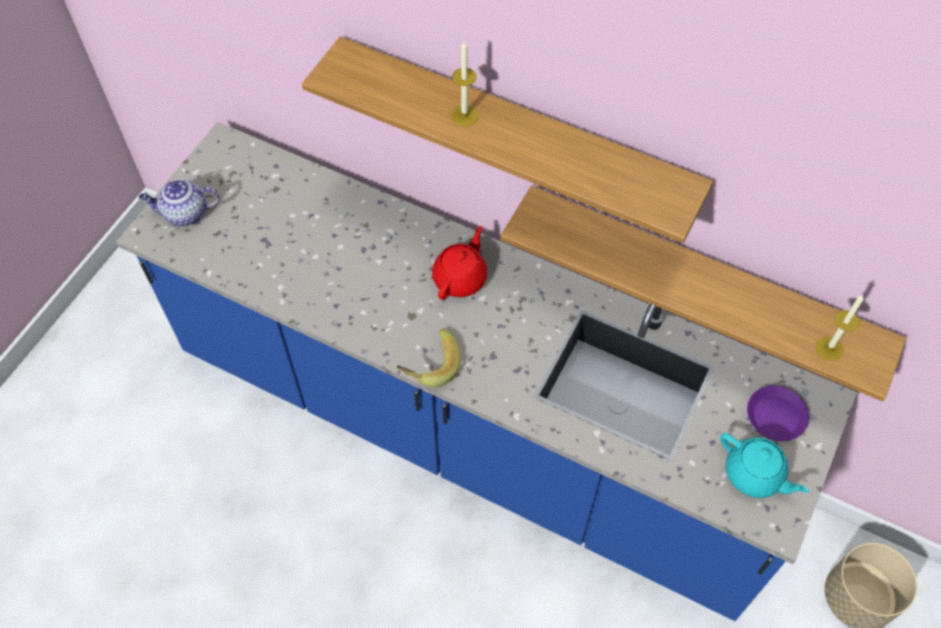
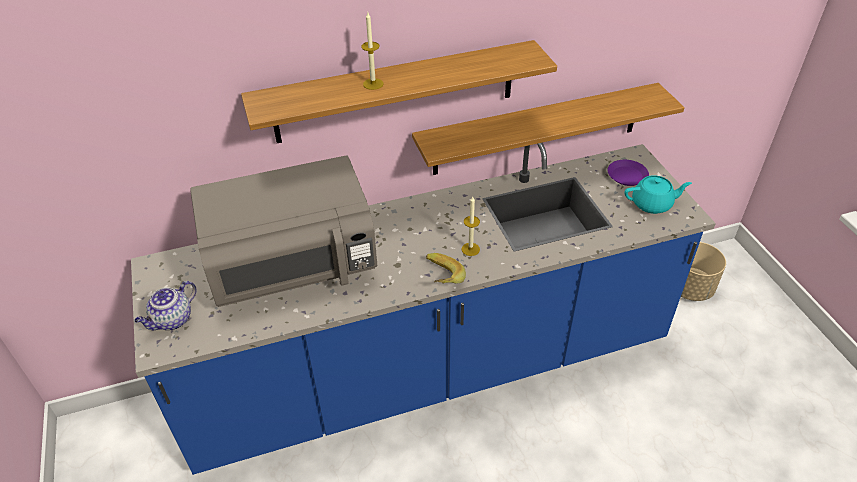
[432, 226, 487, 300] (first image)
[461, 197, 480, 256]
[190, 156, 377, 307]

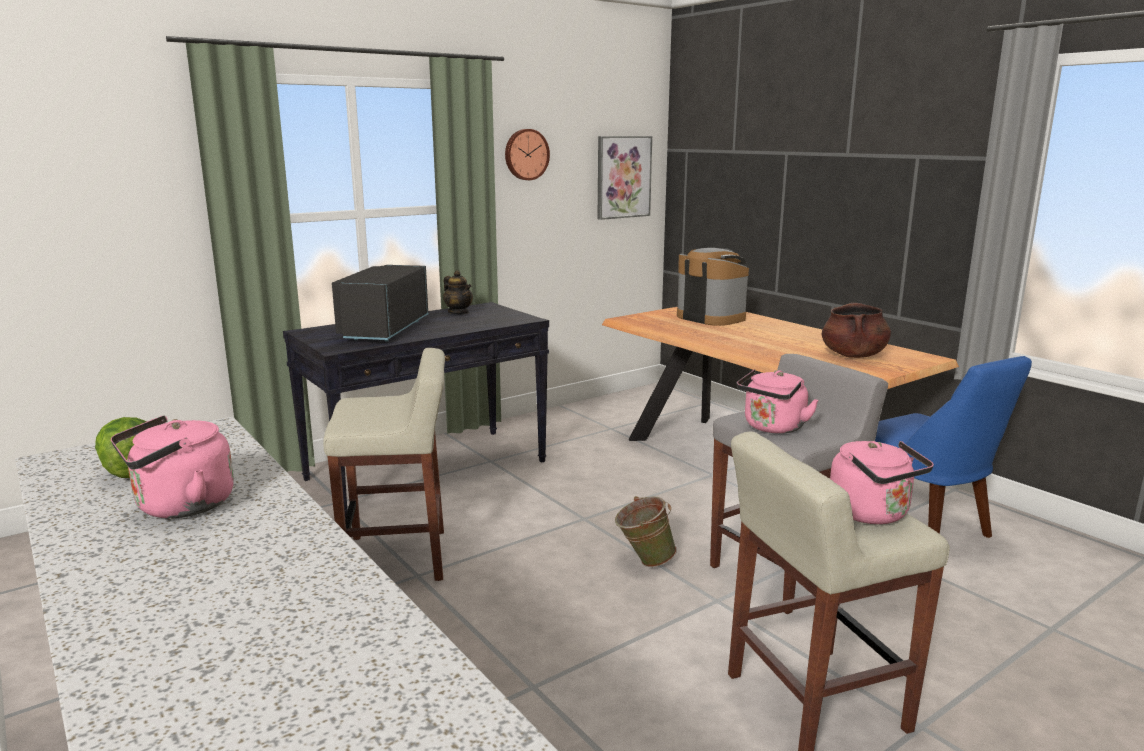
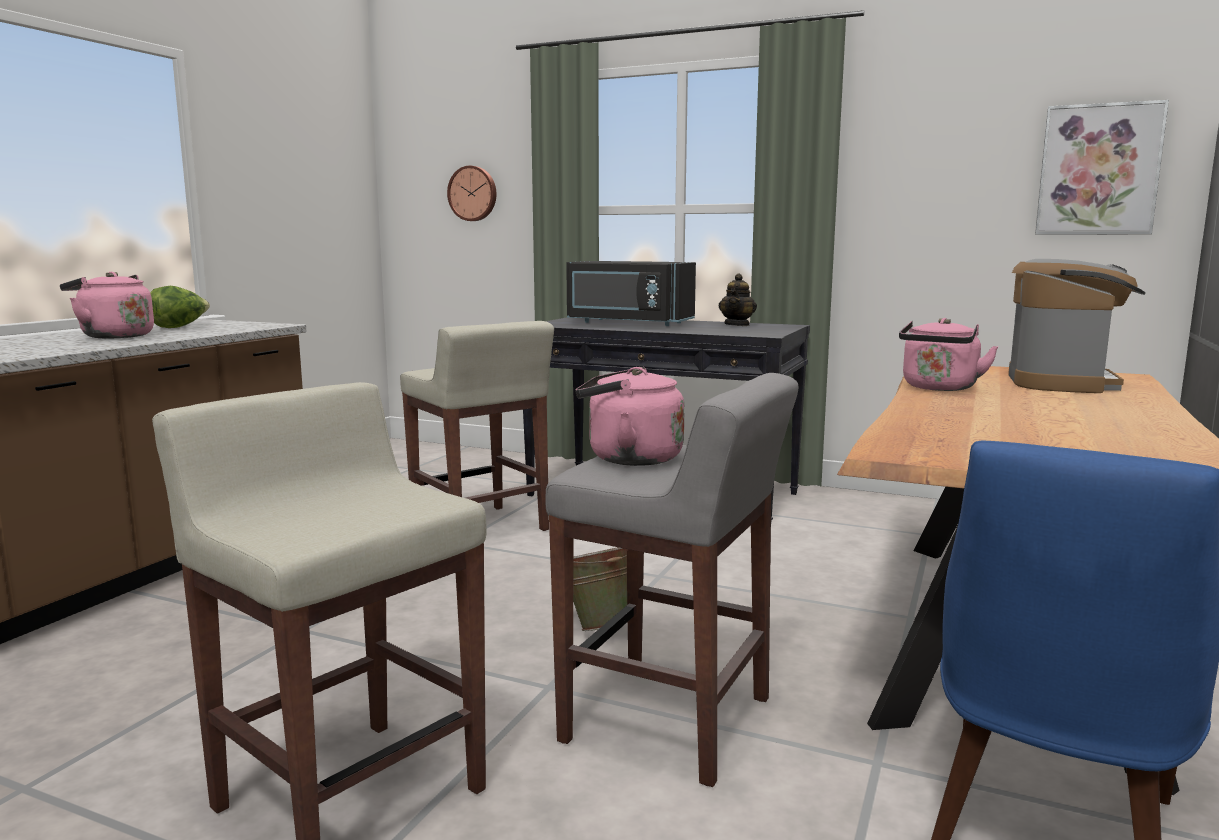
[566, 261, 696, 326]
[447, 166, 496, 221]
[822, 303, 891, 358] (first image)
[899, 318, 999, 391]

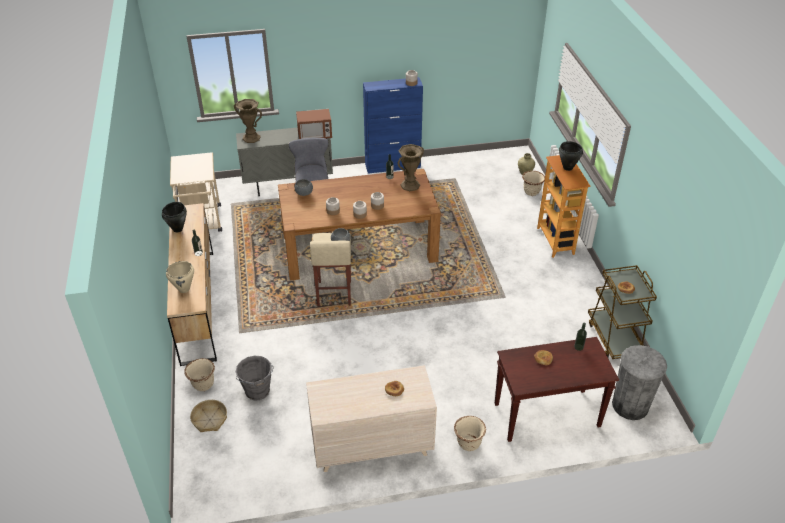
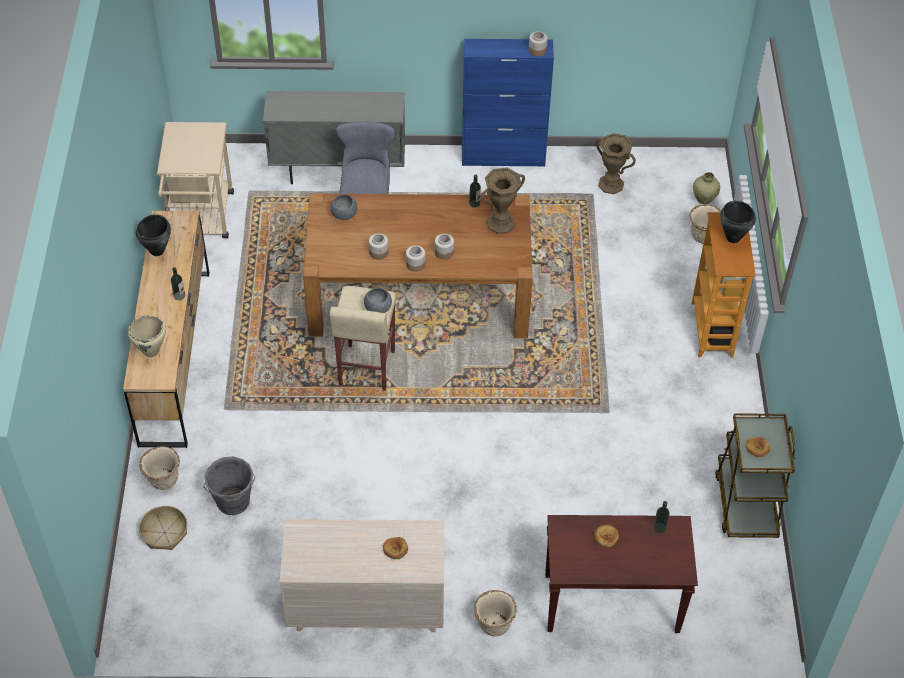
[595, 133, 636, 194]
[296, 109, 332, 139] (first image)
[612, 345, 667, 420] (first image)

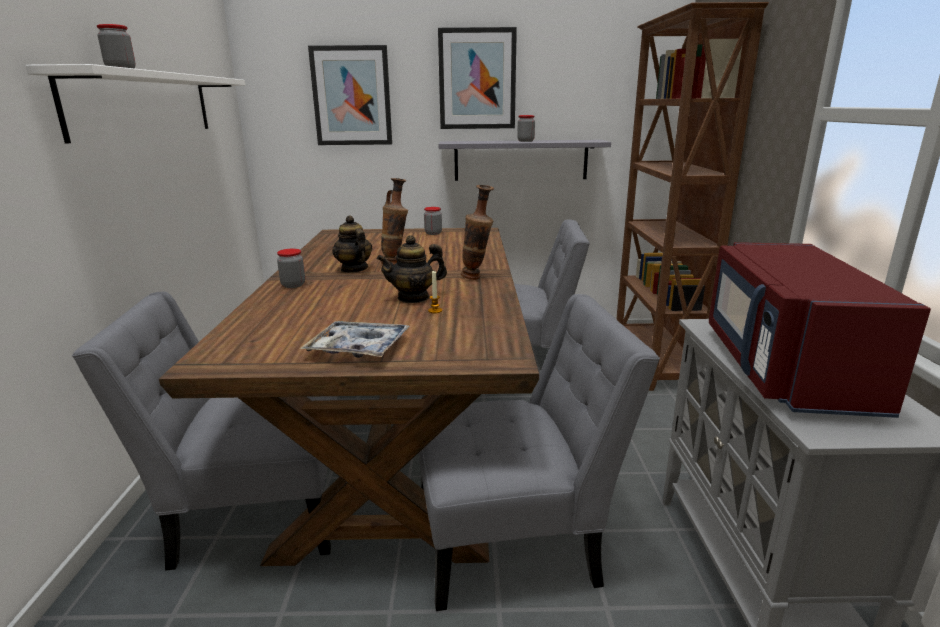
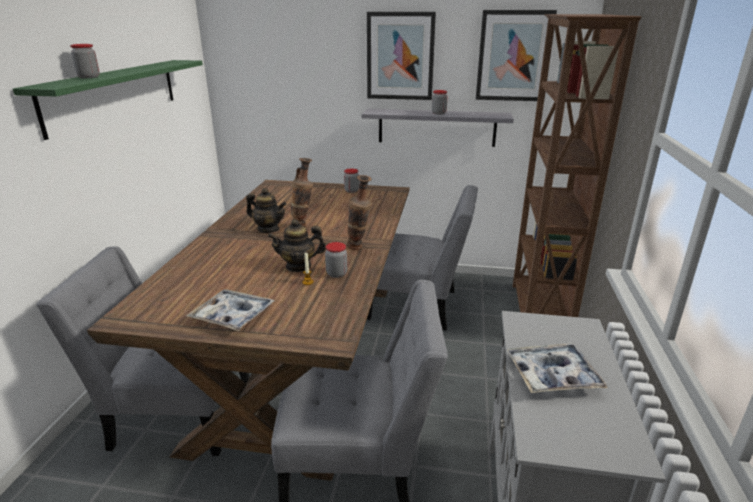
[13, 60, 203, 140]
[325, 242, 348, 278]
[476, 10, 557, 101]
[246, 188, 287, 233]
[507, 343, 608, 393]

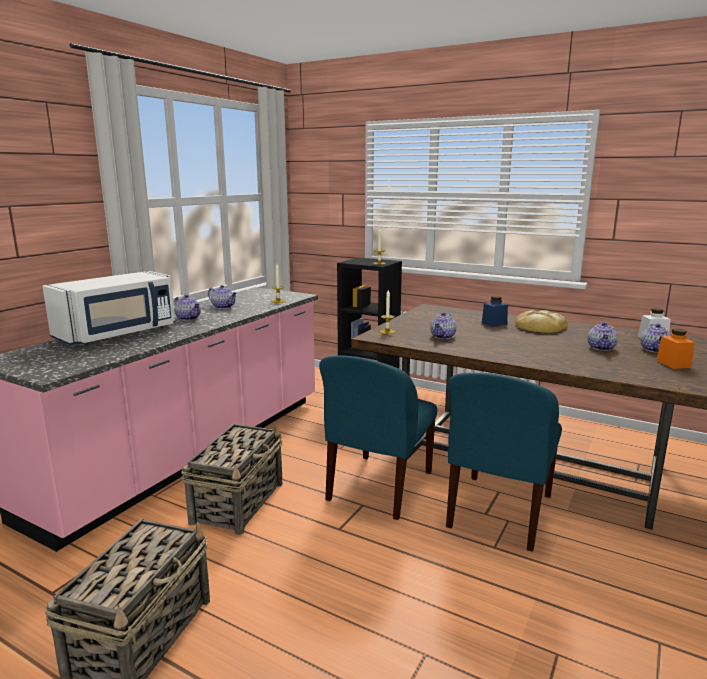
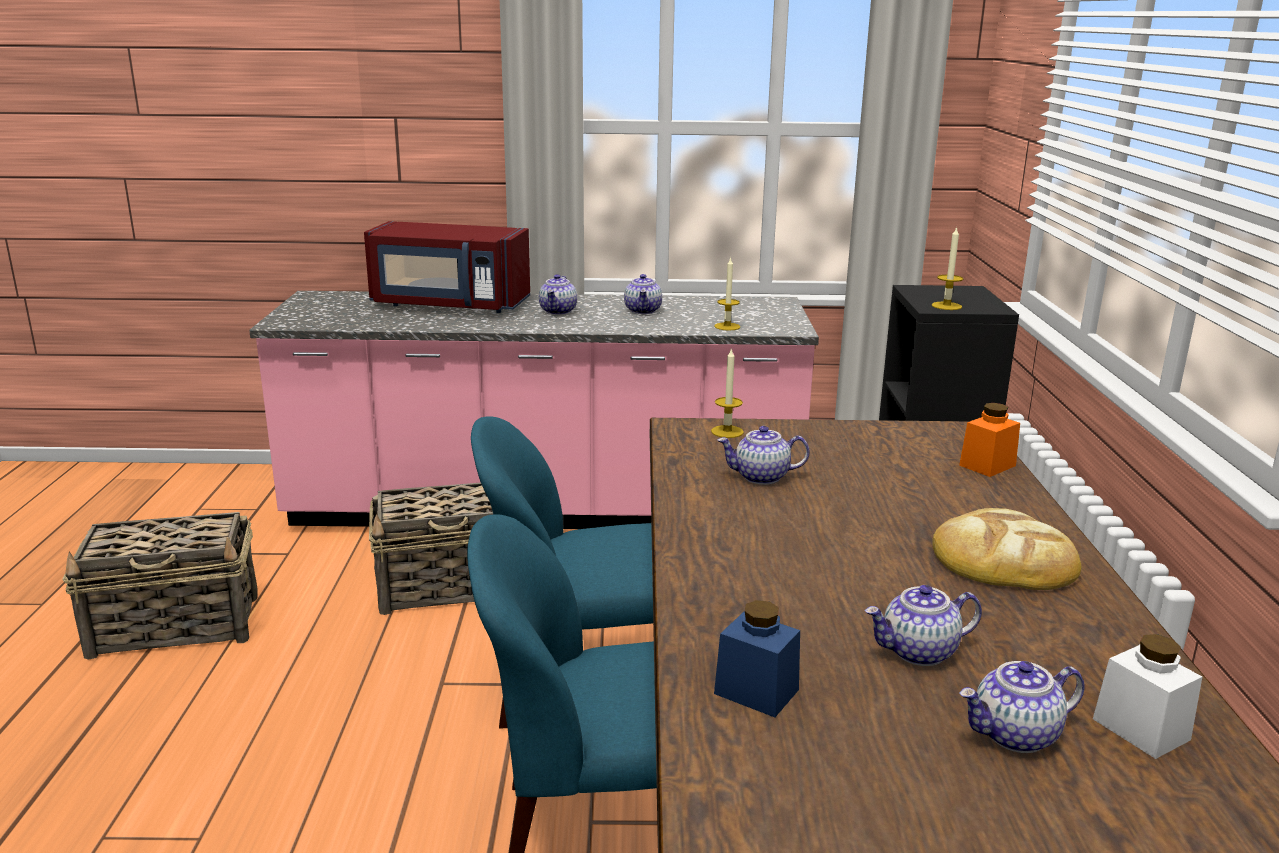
[364, 221, 530, 313]
[714, 600, 800, 717]
[959, 403, 1020, 477]

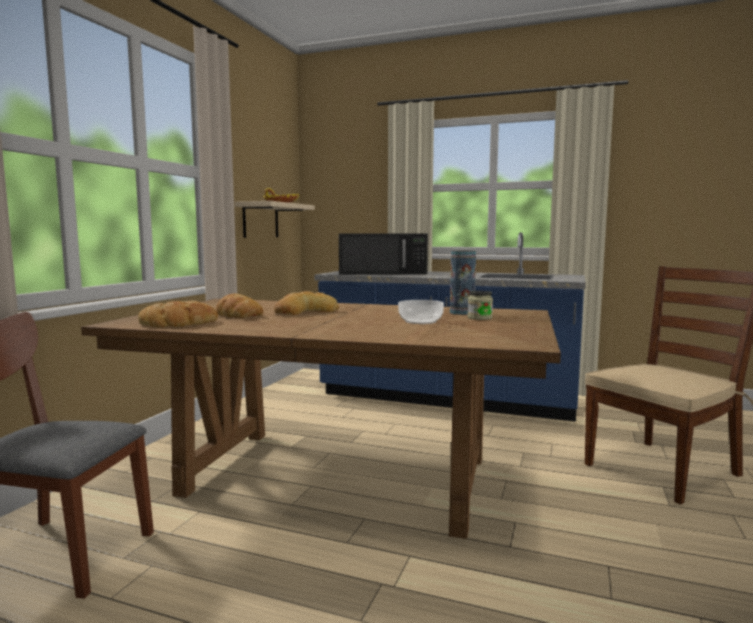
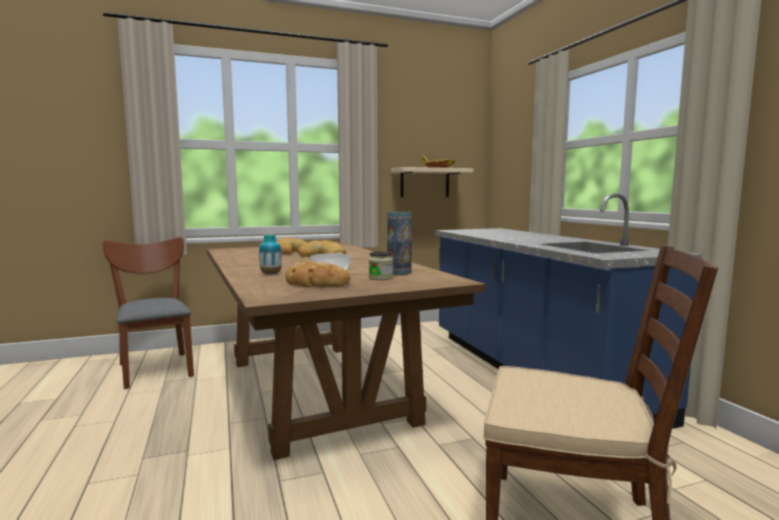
[285, 261, 351, 287]
[339, 233, 428, 275] (first image)
[259, 235, 282, 275]

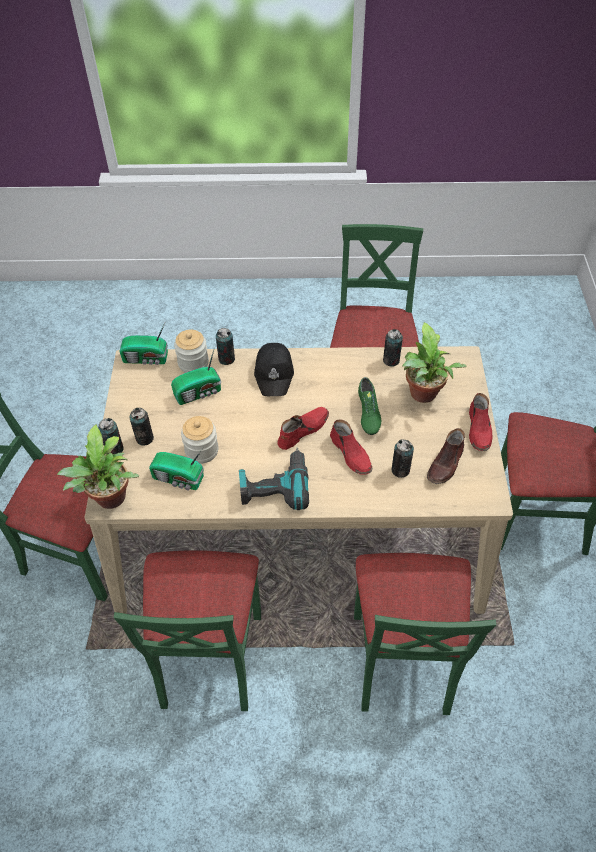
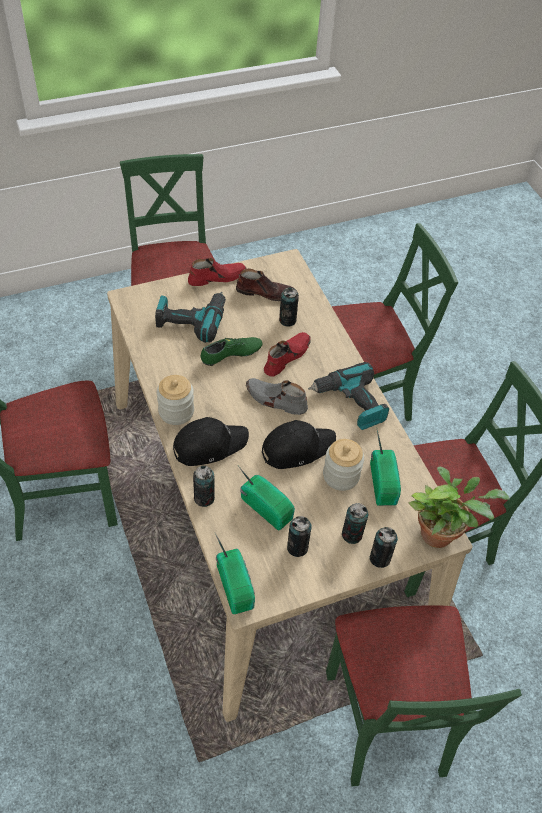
[157, 375, 194, 425]
[246, 378, 308, 415]
[287, 516, 312, 557]
[155, 292, 226, 343]
[262, 420, 336, 469]

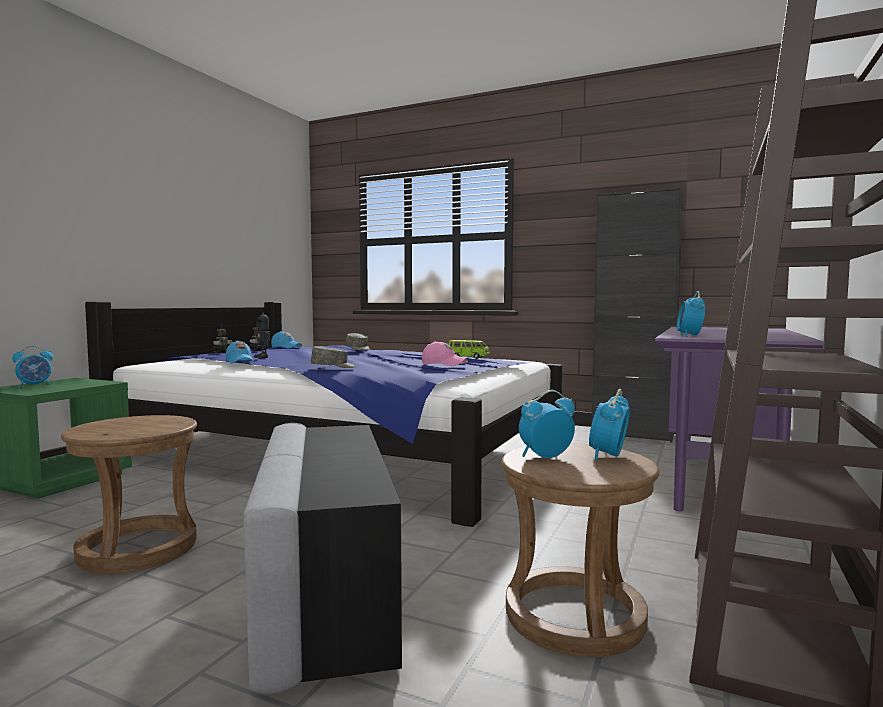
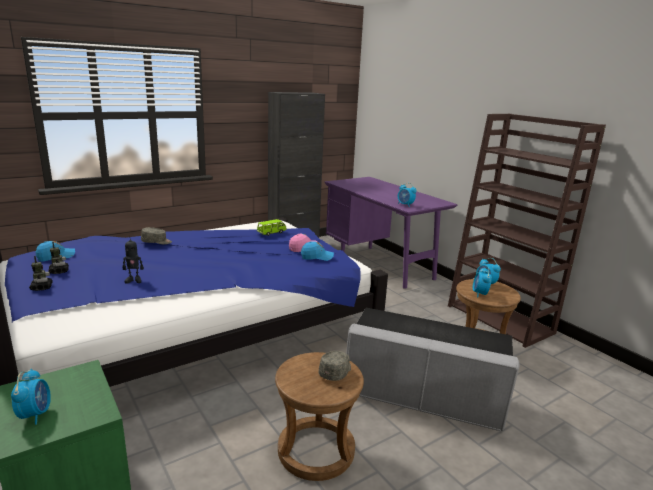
[301, 241, 334, 261]
[319, 351, 351, 381]

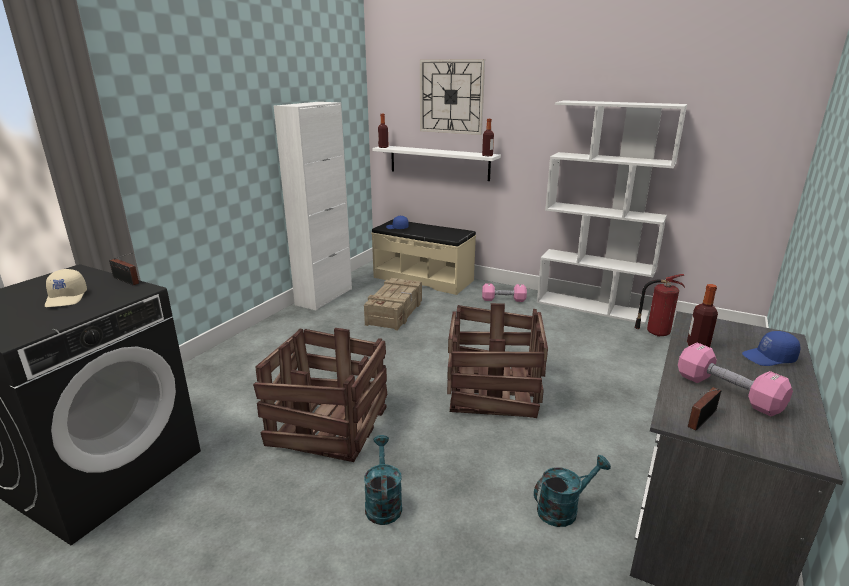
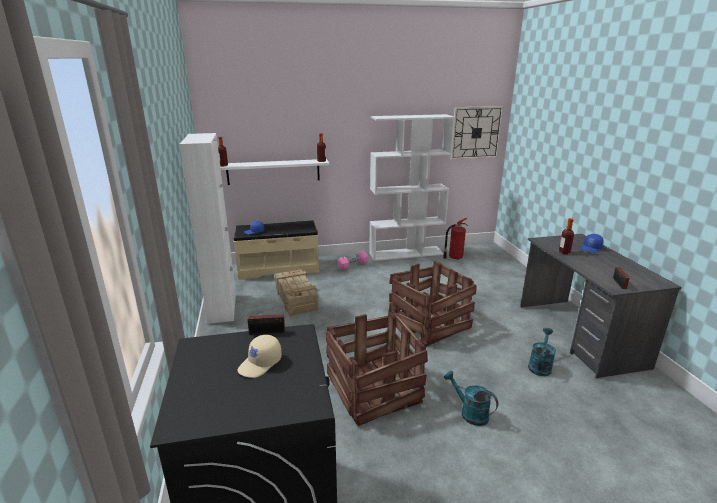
[237, 335, 282, 378]
[451, 106, 504, 160]
[678, 342, 793, 416] (first image)

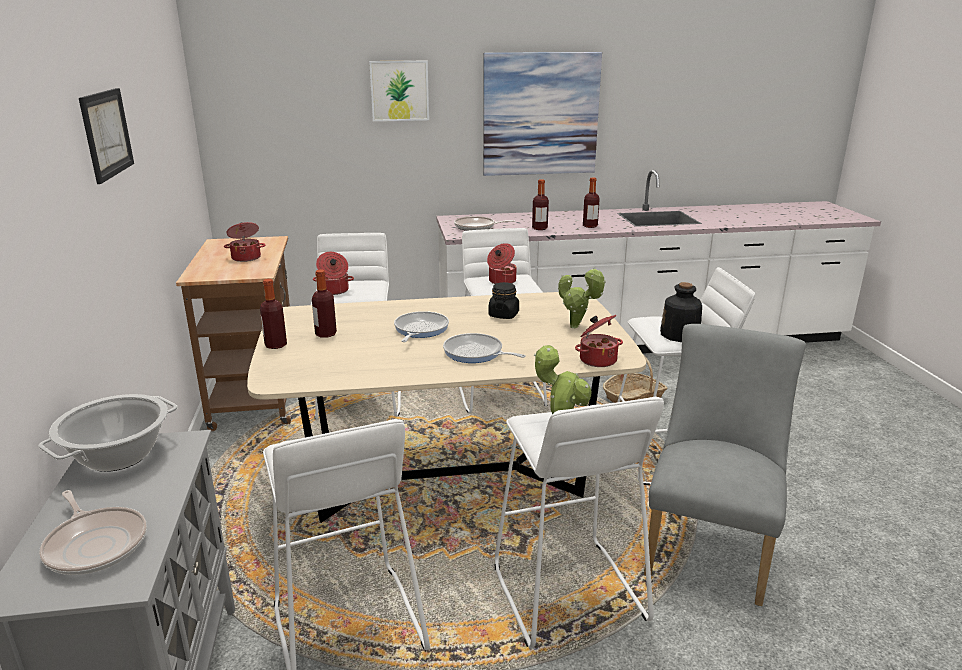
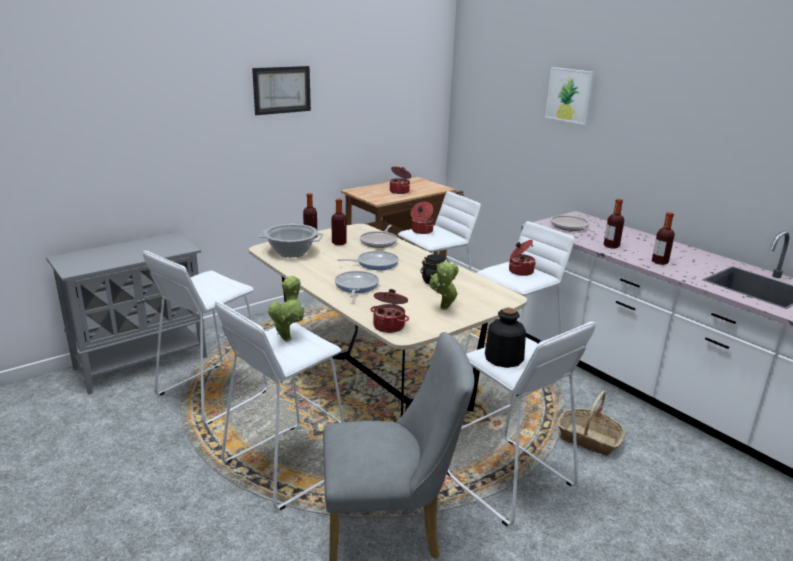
[258, 224, 323, 257]
[360, 225, 397, 248]
[483, 52, 602, 176] (first image)

